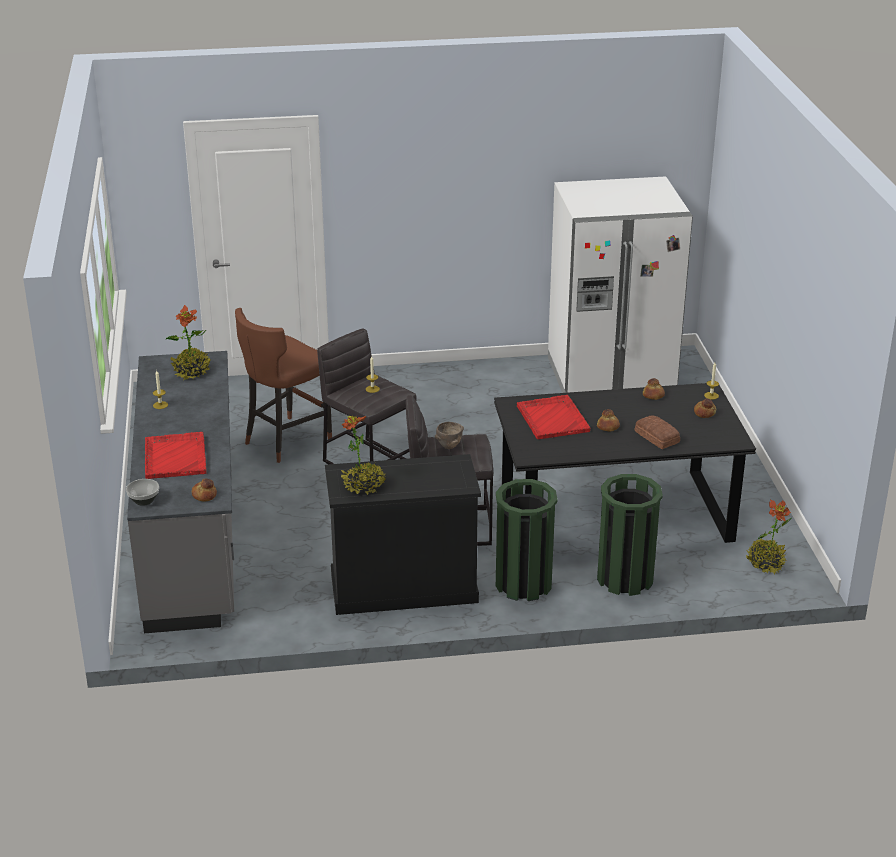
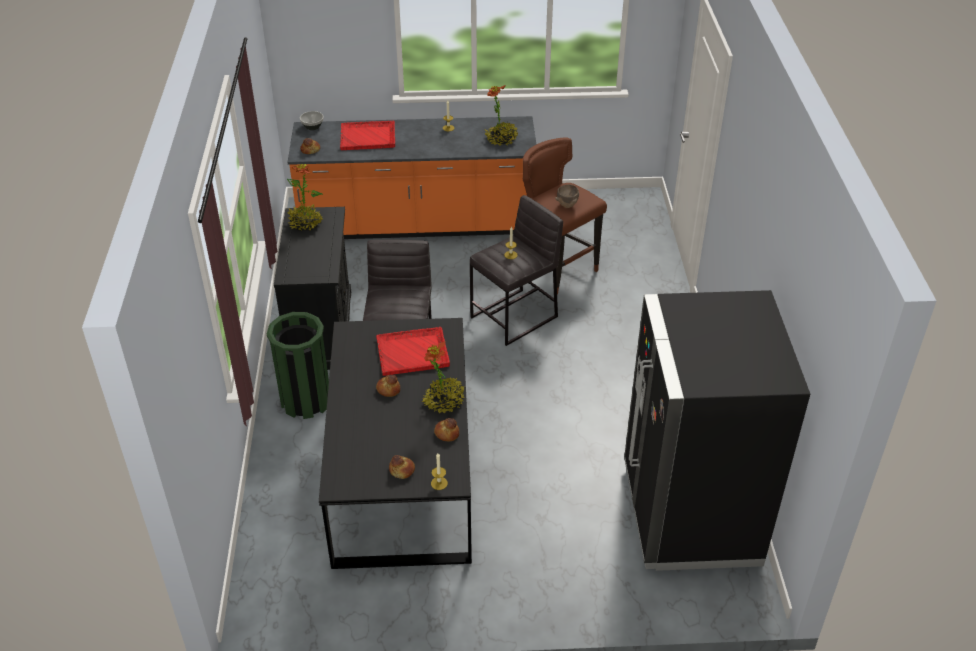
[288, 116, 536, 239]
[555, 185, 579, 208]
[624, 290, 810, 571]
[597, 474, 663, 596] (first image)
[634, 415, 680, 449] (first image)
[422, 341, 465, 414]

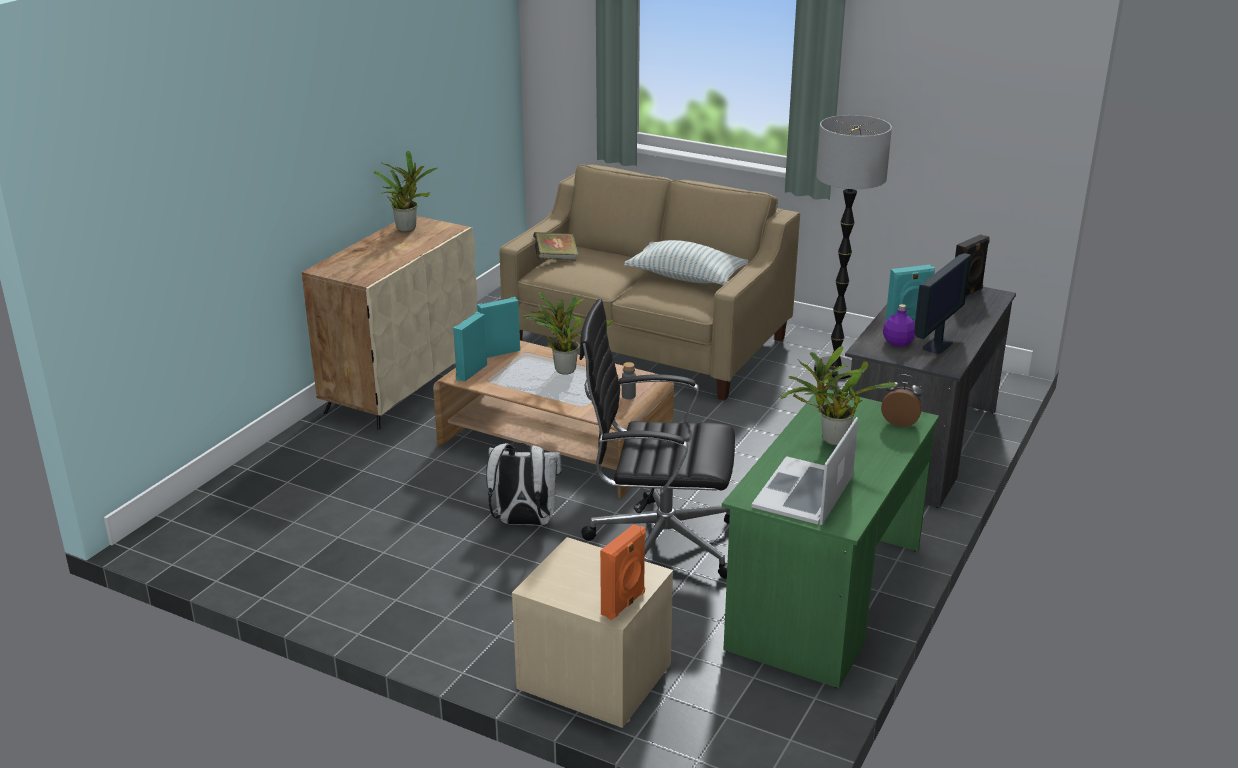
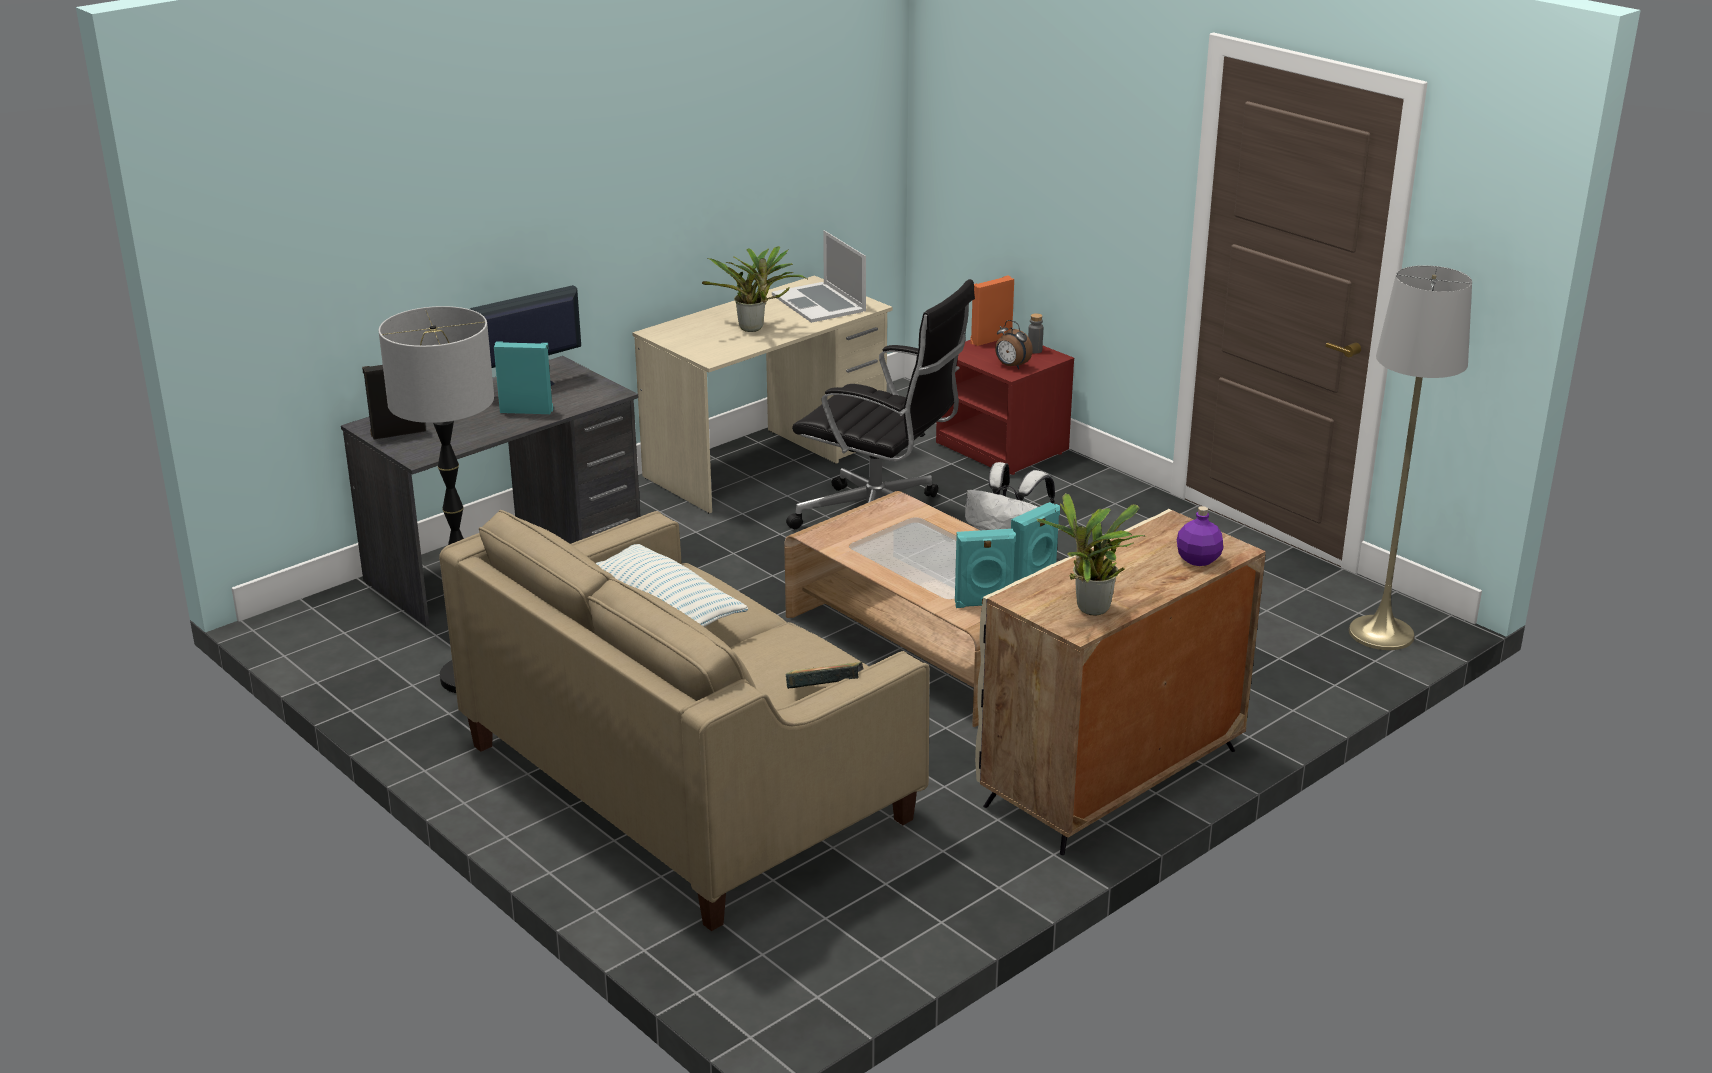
[936, 340, 1074, 475]
[523, 291, 612, 375] (first image)
[1028, 313, 1043, 353]
[632, 276, 893, 513]
[772, 230, 866, 323]
[995, 320, 1033, 369]
[1177, 506, 1223, 566]
[1349, 265, 1472, 650]

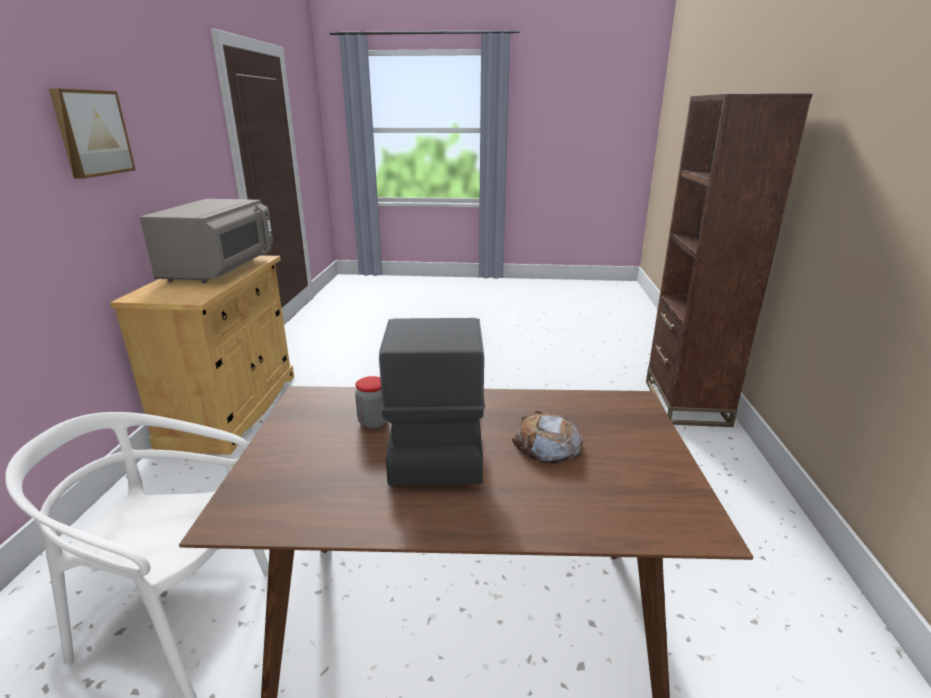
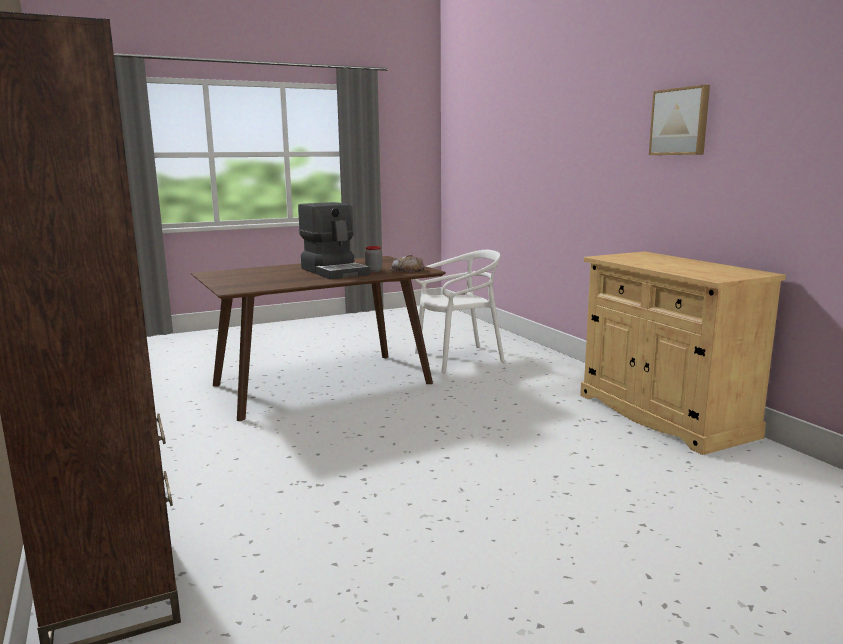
[140, 199, 273, 283] (first image)
[390, 254, 424, 272]

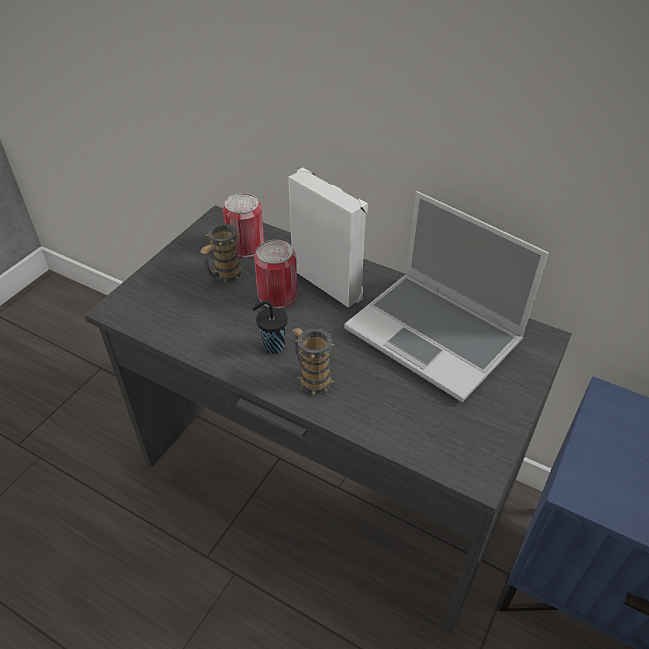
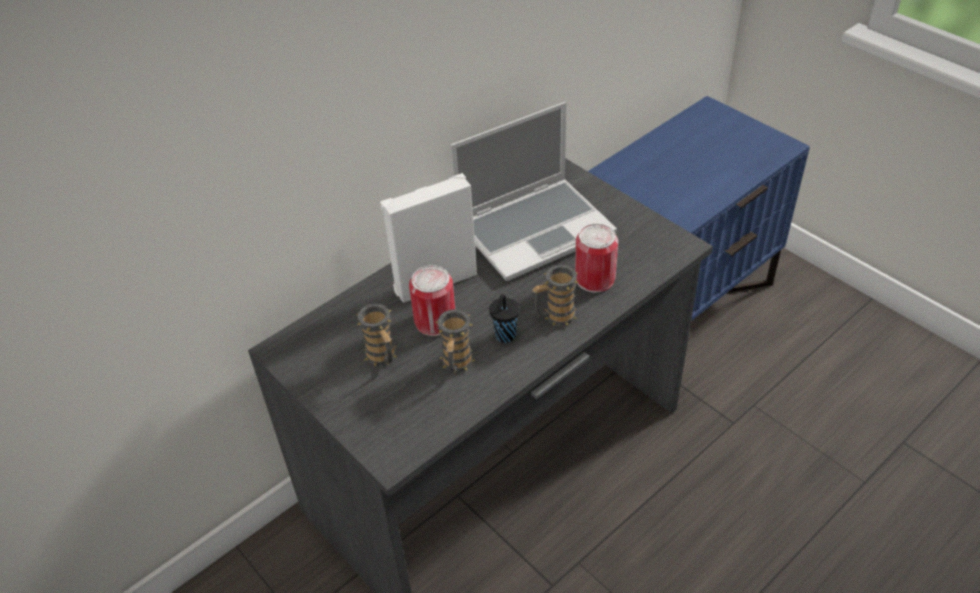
[575, 224, 618, 292]
[435, 309, 476, 373]

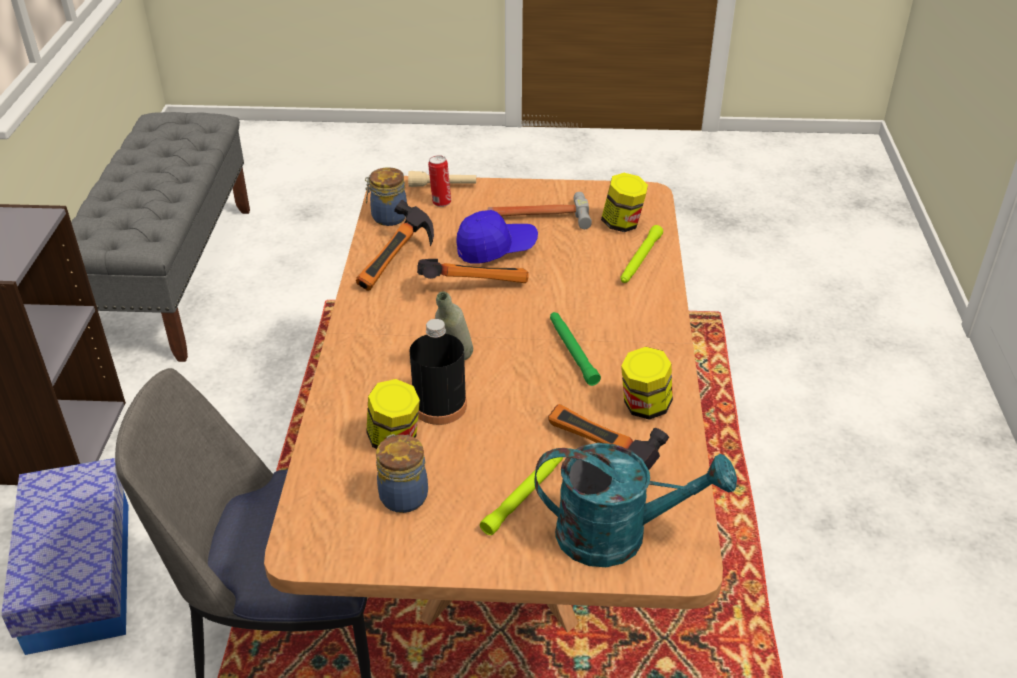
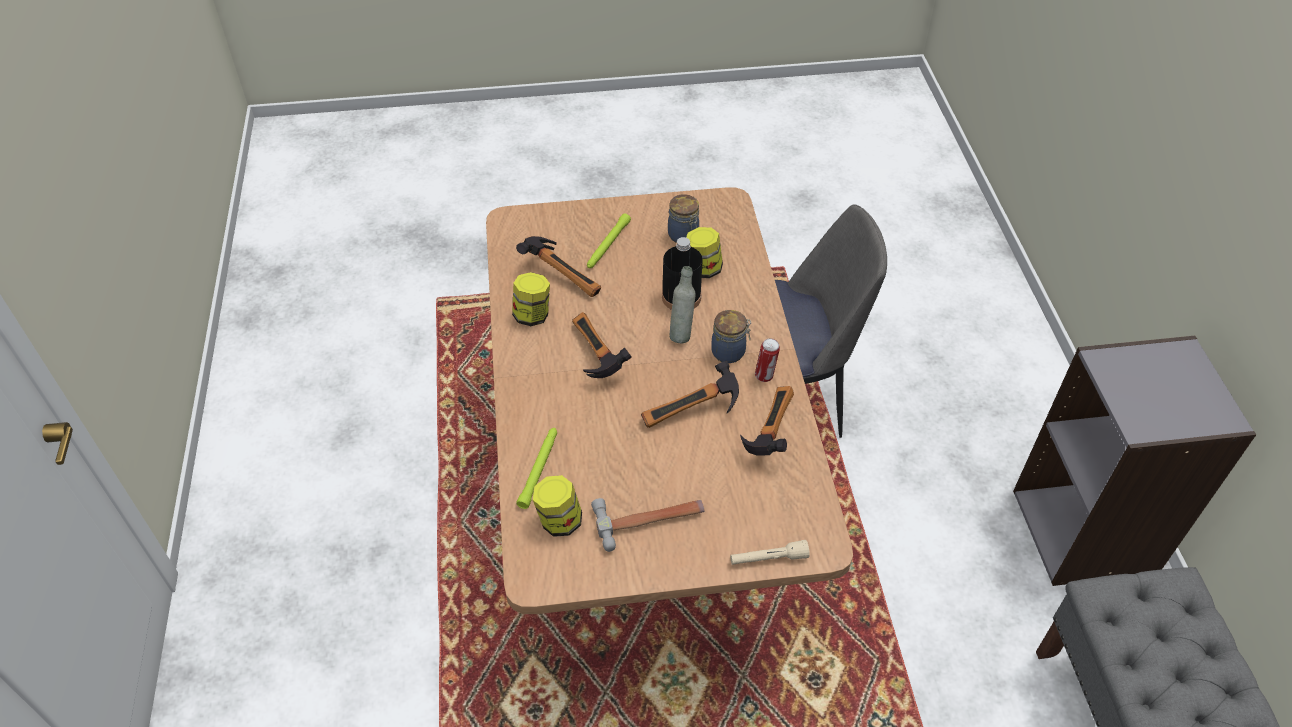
[1, 458, 128, 655] (first image)
[711, 310, 751, 363]
[755, 338, 780, 382]
[457, 210, 538, 264] (first image)
[534, 443, 737, 567] (first image)
[572, 312, 632, 378]

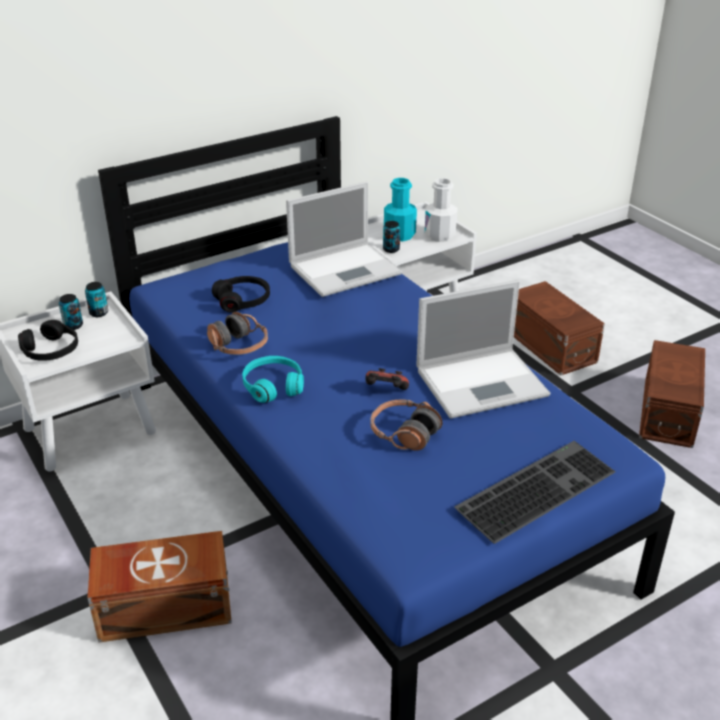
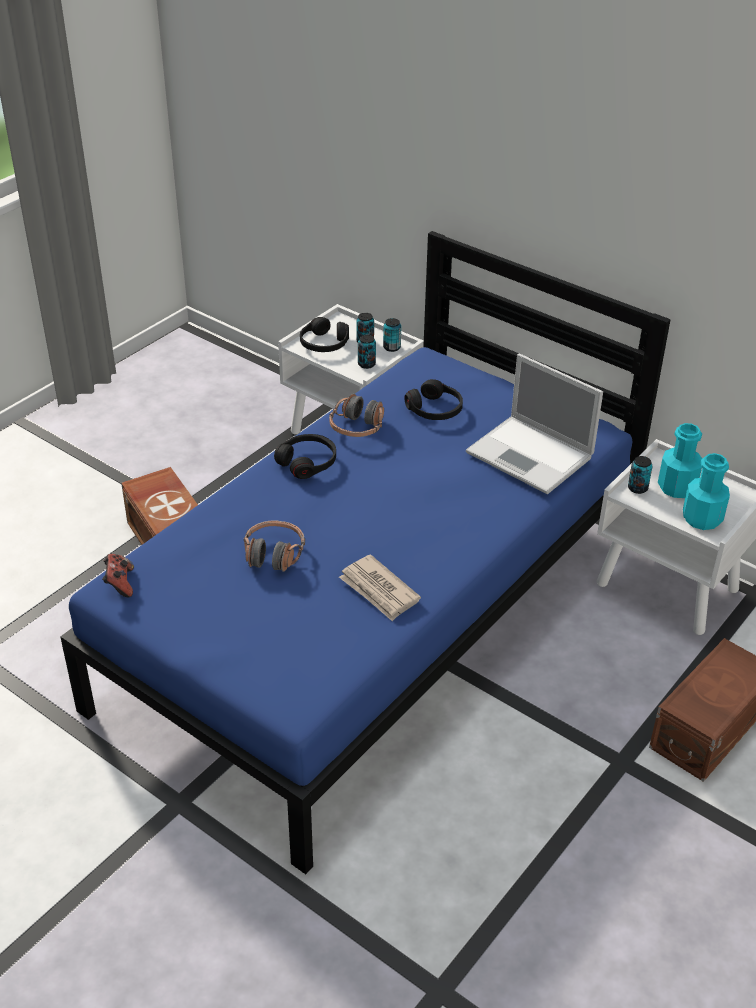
[274, 434, 336, 479]
[102, 554, 134, 597]
[339, 555, 421, 621]
[683, 453, 730, 530]
[454, 441, 616, 544] (first image)
[639, 340, 705, 448] (first image)
[358, 335, 376, 369]

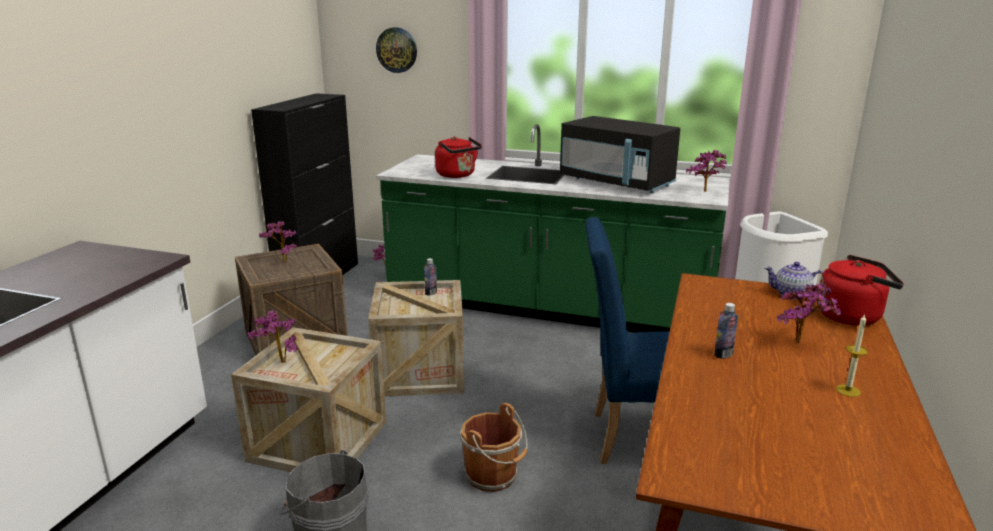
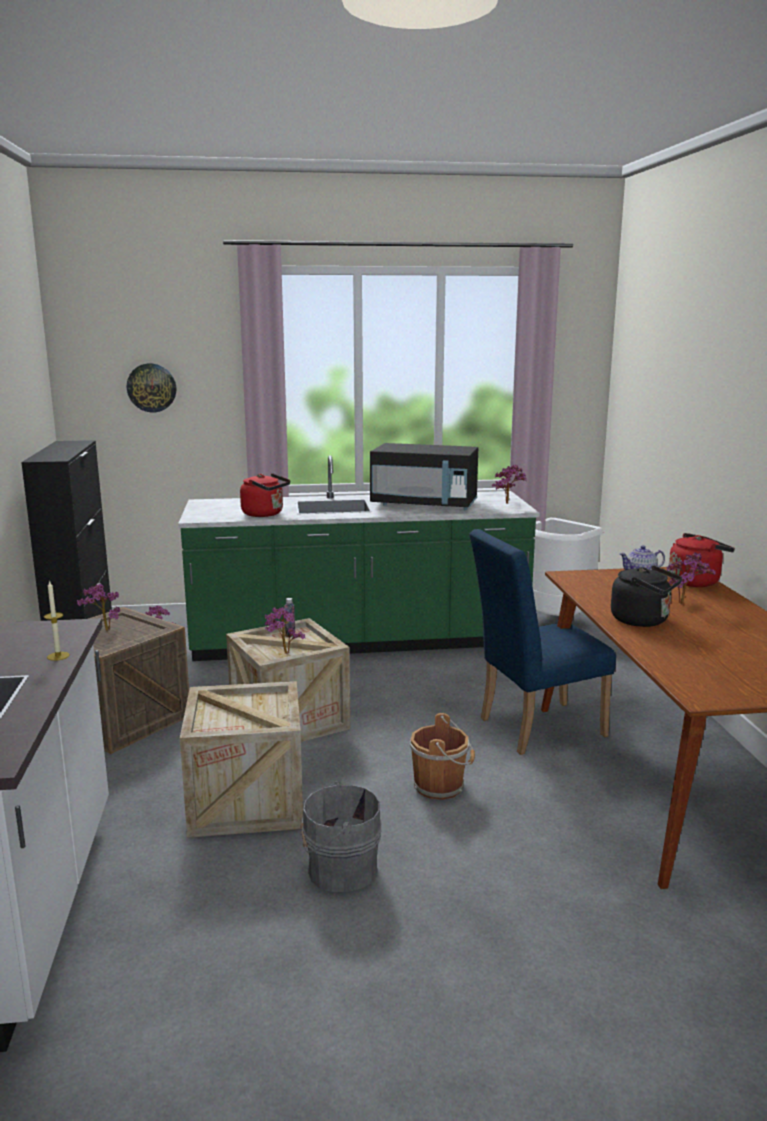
[264, 607, 306, 654]
[611, 565, 682, 627]
[44, 580, 70, 661]

